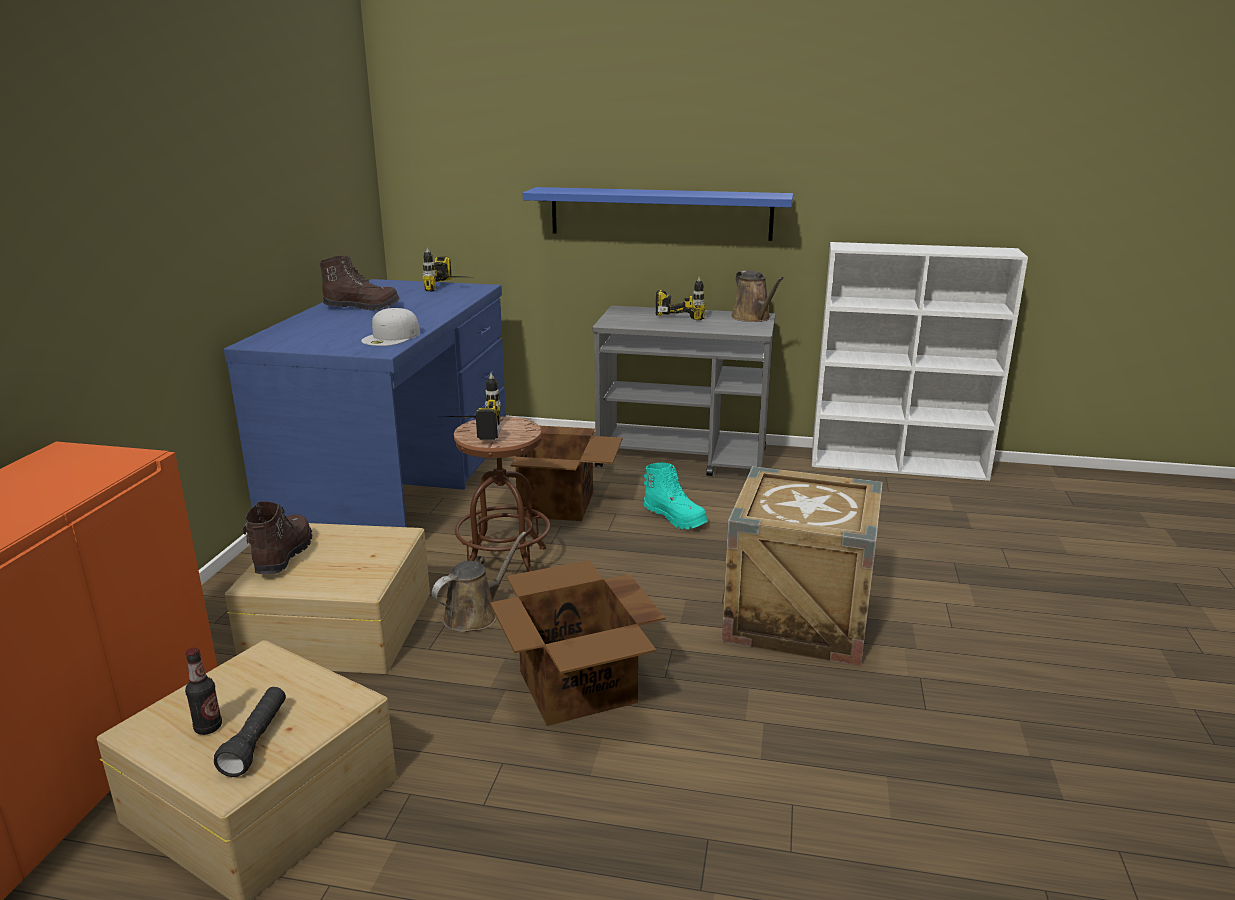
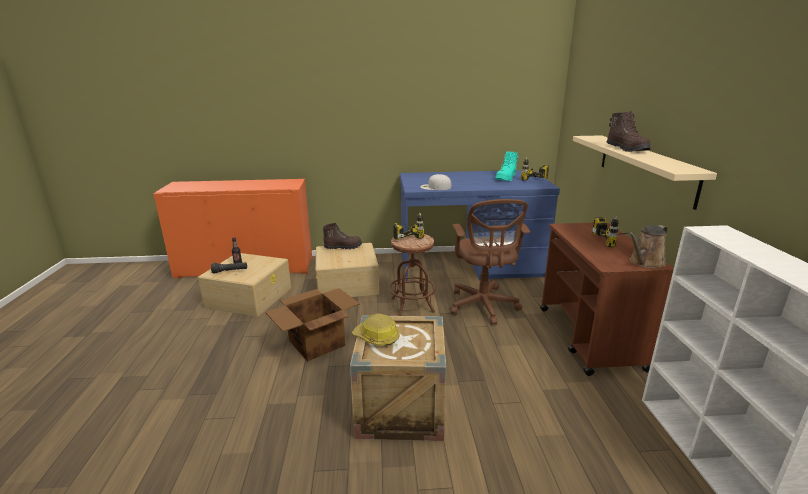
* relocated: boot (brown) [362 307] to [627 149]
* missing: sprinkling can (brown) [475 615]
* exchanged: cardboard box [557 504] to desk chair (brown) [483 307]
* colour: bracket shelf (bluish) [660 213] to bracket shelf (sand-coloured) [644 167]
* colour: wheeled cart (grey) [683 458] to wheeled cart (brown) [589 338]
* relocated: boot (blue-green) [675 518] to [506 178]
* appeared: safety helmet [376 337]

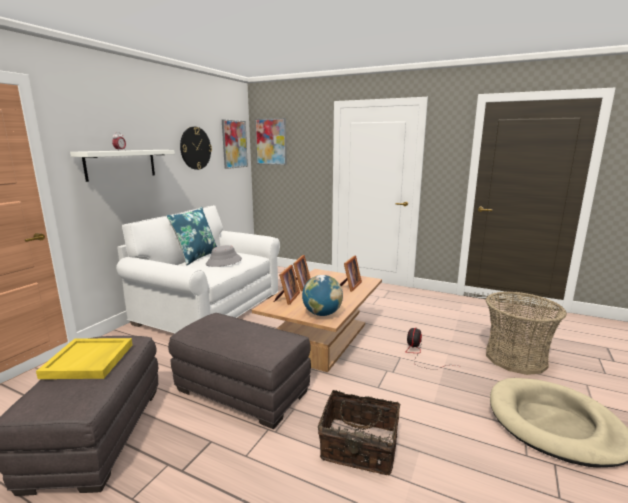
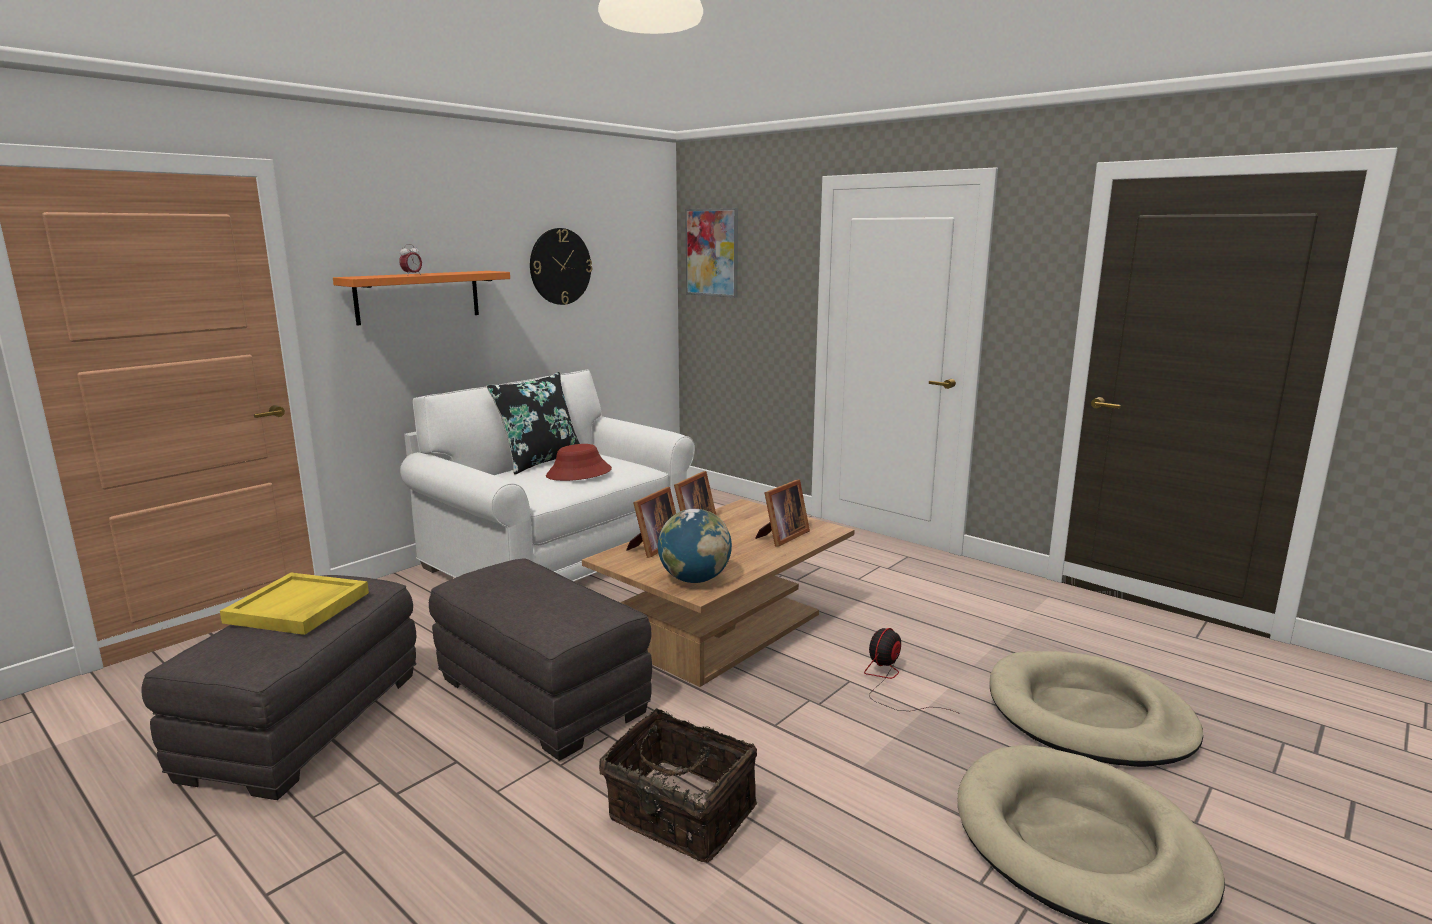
* colour: bracket shelf (white-coloured) [121 164] to bracket shelf (orangey) [418 296]
* colour: cushion (bluish) [196 257] to cushion (black-coloured) [540 461]
* colour: wearable hat (grey) [224 262] to wearable hat (reddish) [579 473]
* missing: wall picture [234 144]
* exchanged: basket [516 358] to dog cushion (sand-coloured) [1088 715]

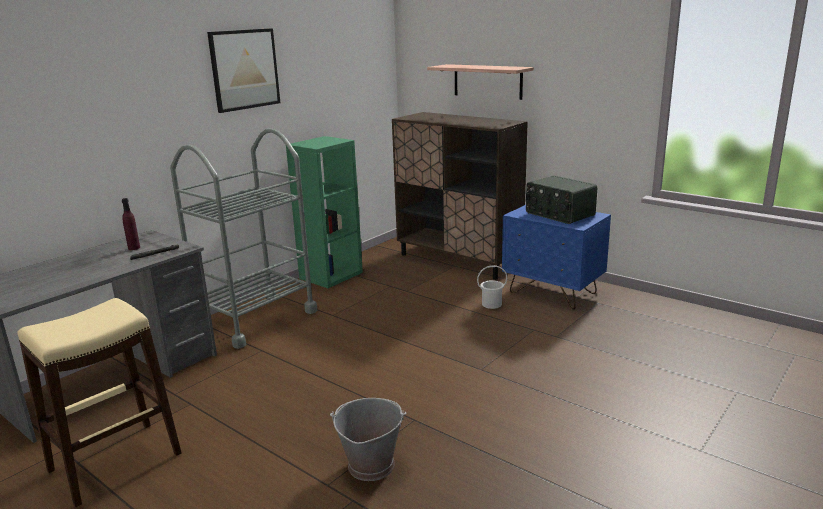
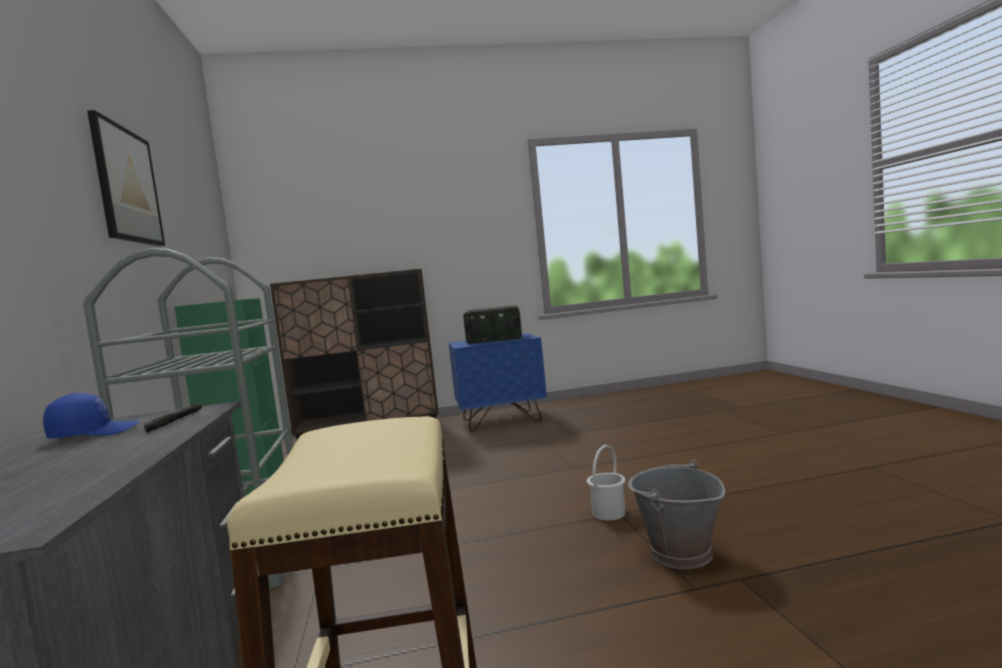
* exchanged: bottle (purplish) [134 248] to peaked cap (bluish) [94 433]
* missing: bracket shelf [487 81]
* relocated: water bucket (white-coloured) [491 304] to [608 513]

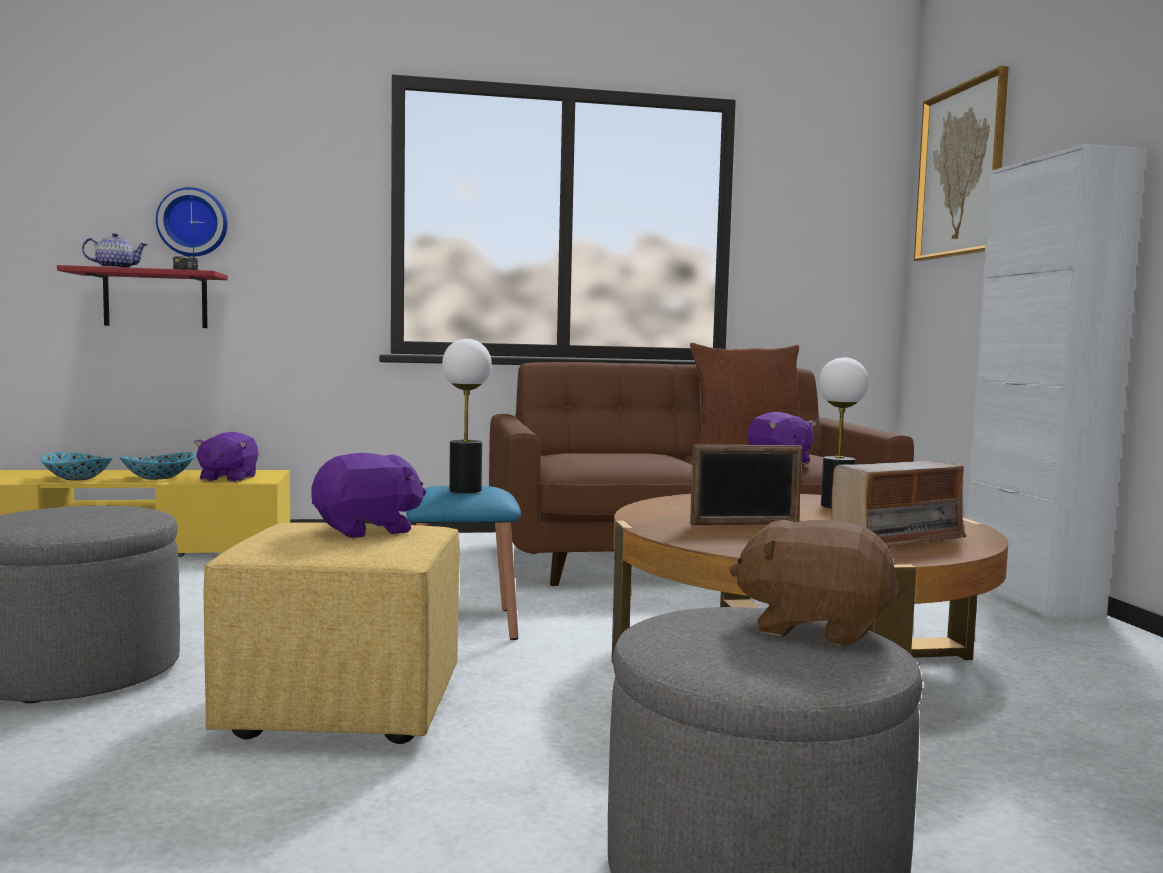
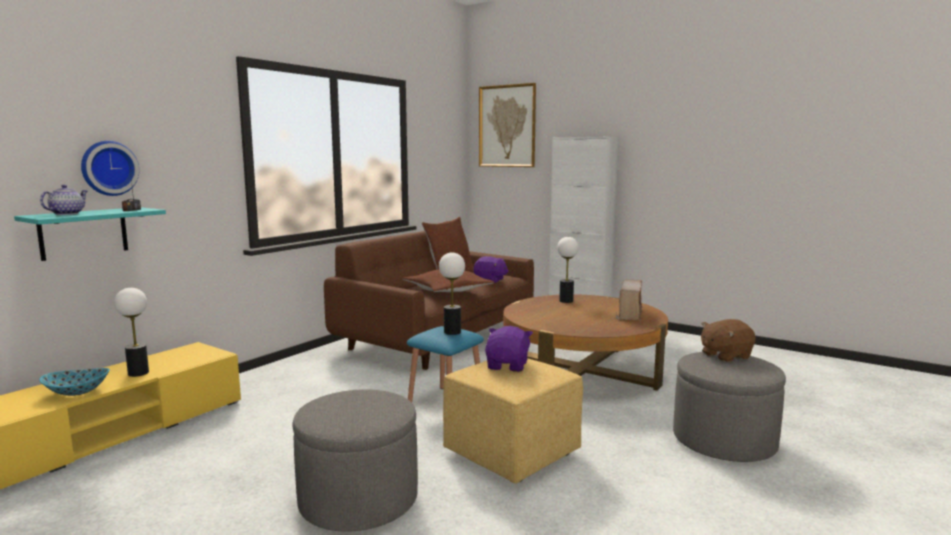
* colour: bracket shelf (reddish) [156 299] to bracket shelf (blue-green) [83 233]
* exchanged: serving bowl [157 478] to tabletop lamp [138 373]
* missing: plush toy (purplish) [227 478]
* missing: standing frame [745 524]
* appeared: cushion (brown) [447 290]

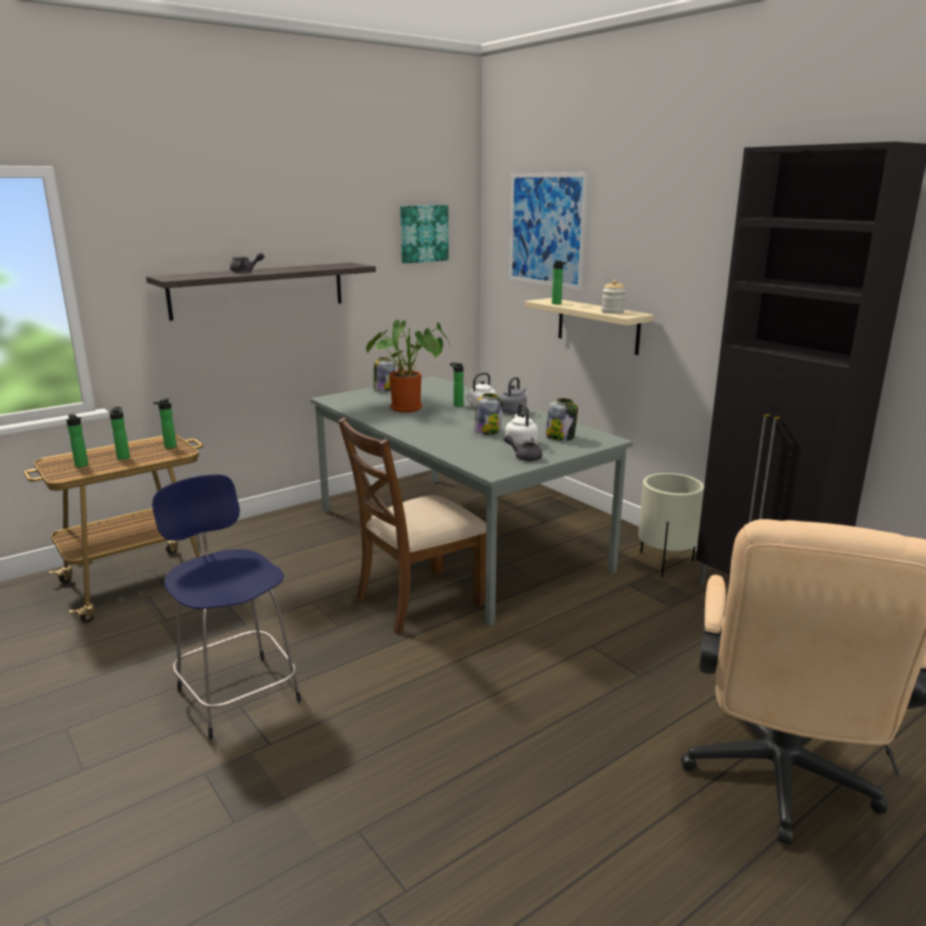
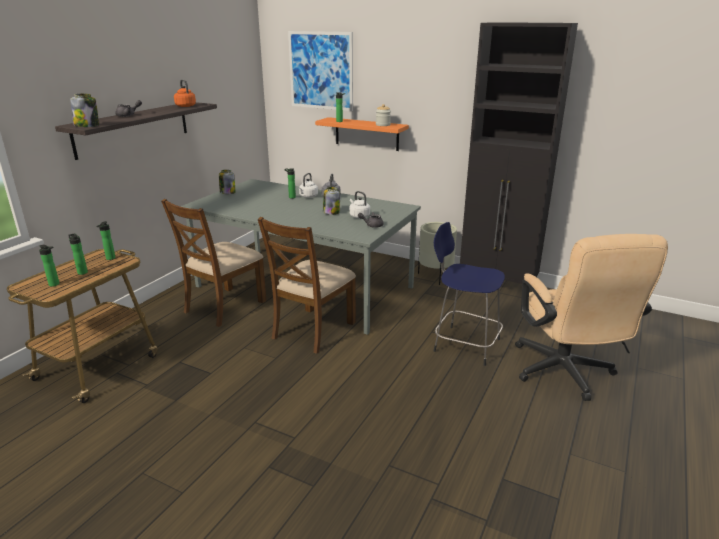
* relocated: stool (bluish) [237 693] to [464 344]
* missing: houseplant [410 408]
* missing: wall picture [423 233]
* colour: bracket shelf (sand-coloured) [598 325] to bracket shelf (orangey) [366 134]
* relocated: storage jar [560 437] to [87 125]
* appeared: plain chair (brown) [224 306]
* appeared: tea kettle (orangey) [185 106]

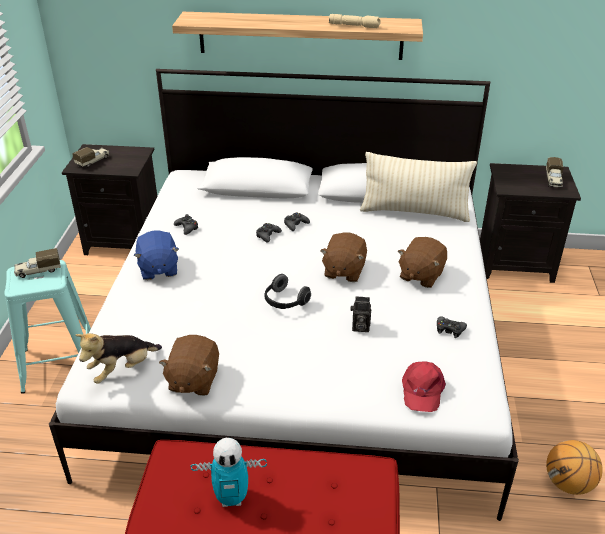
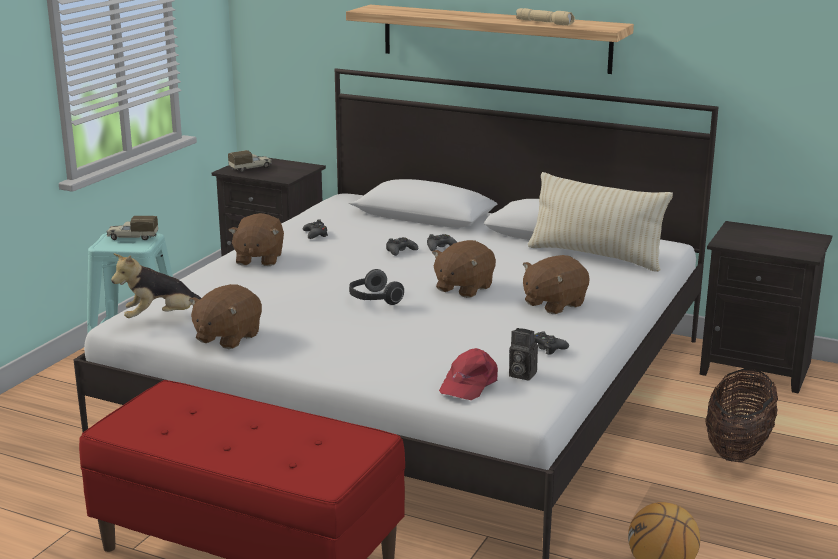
* colour: plush toy (bluish) [158 269] to plush toy (brown) [258 259]
* missing: robot figure [232 498]
* relocated: photo camera [359 327] to [520 374]
* missing: model truck [553 180]
* appeared: basket [737 449]

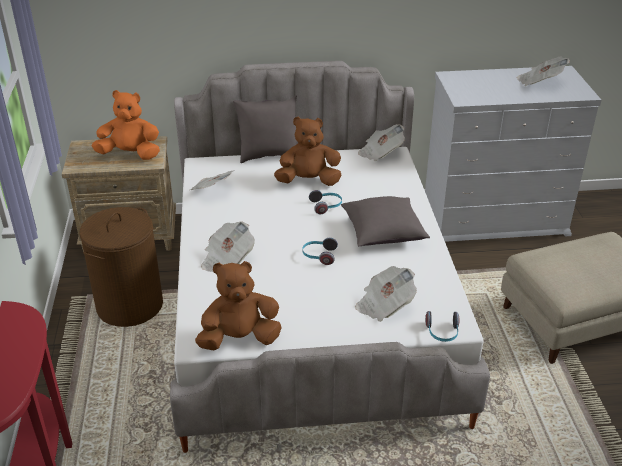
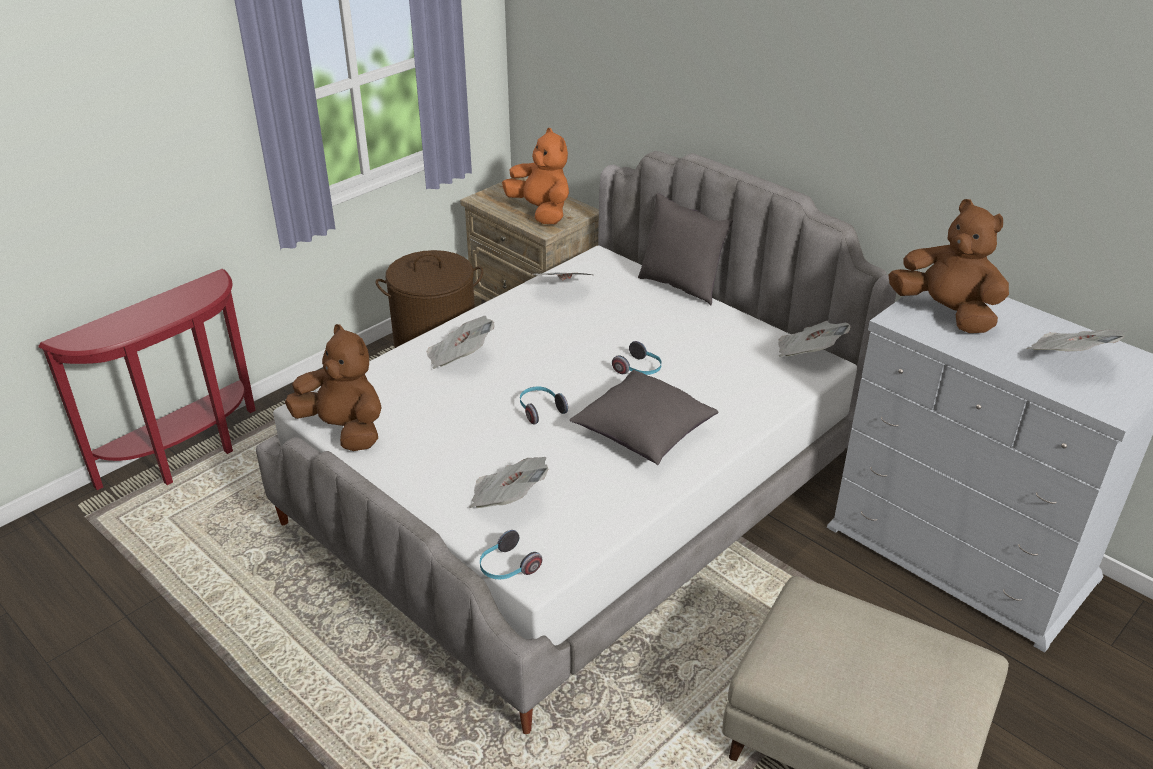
* relocated: plush toy (brown) [308 181] to [946 313]

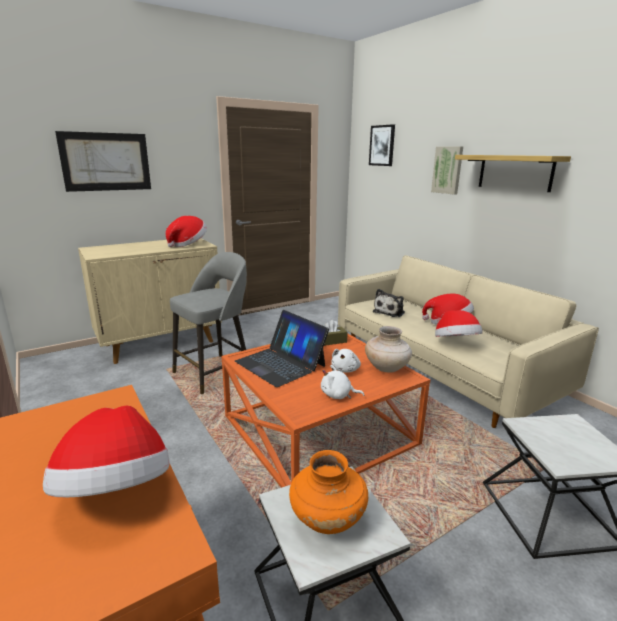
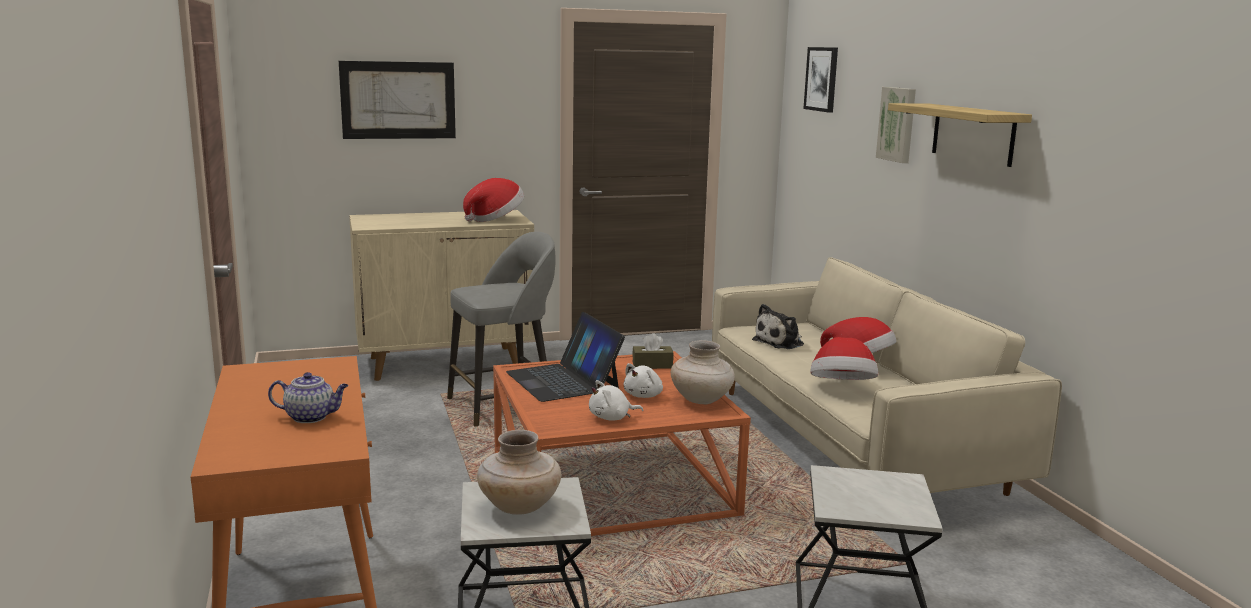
* exchanged: wearable hat [116 491] to pot for tea [311 417]
* colour: decorative vase (orangey) [327 519] to decorative vase (sand-coloured) [519 507]
* spun: plush toy (white-coloured) [338 395] = [612 418] 45 degrees counterclockwise

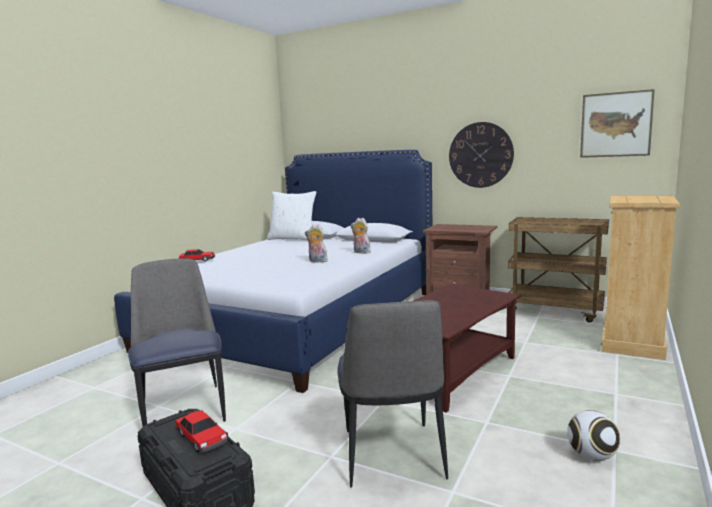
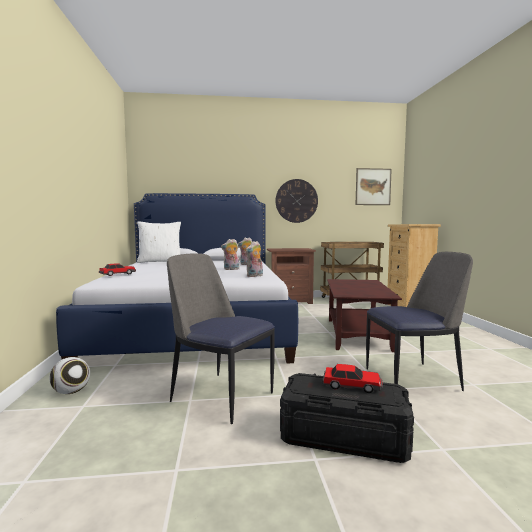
* spun: plain chair [392 456] = [414 378] 60 degrees counterclockwise
* relocated: football ball [591 456] to [71 392]
* appeared: plush toy [255 276]

